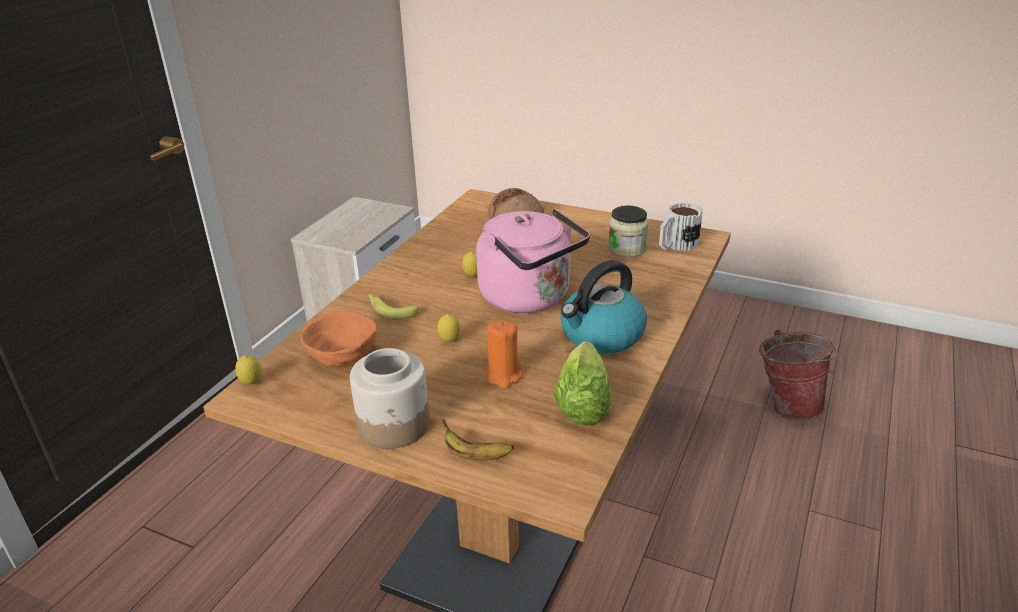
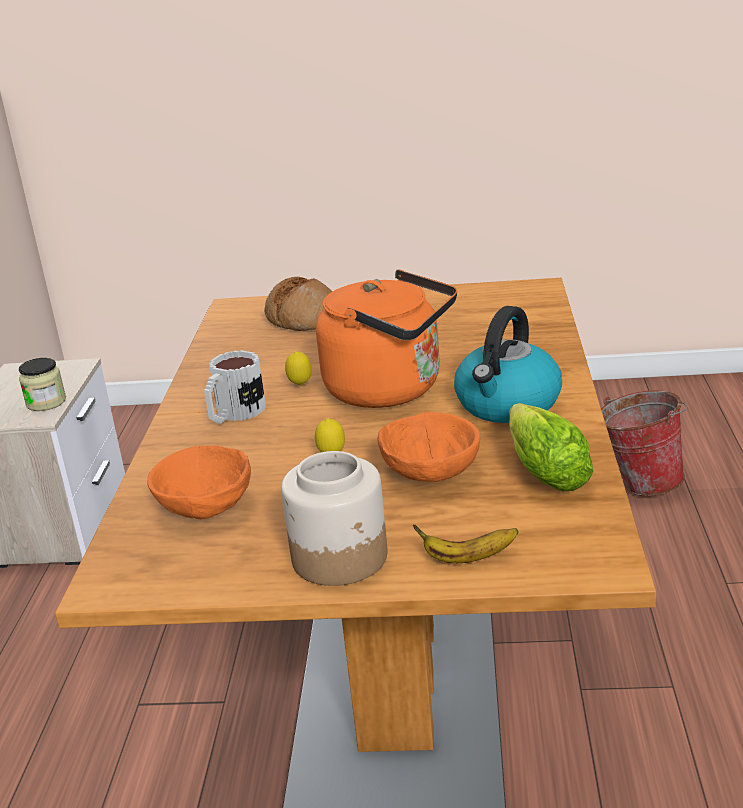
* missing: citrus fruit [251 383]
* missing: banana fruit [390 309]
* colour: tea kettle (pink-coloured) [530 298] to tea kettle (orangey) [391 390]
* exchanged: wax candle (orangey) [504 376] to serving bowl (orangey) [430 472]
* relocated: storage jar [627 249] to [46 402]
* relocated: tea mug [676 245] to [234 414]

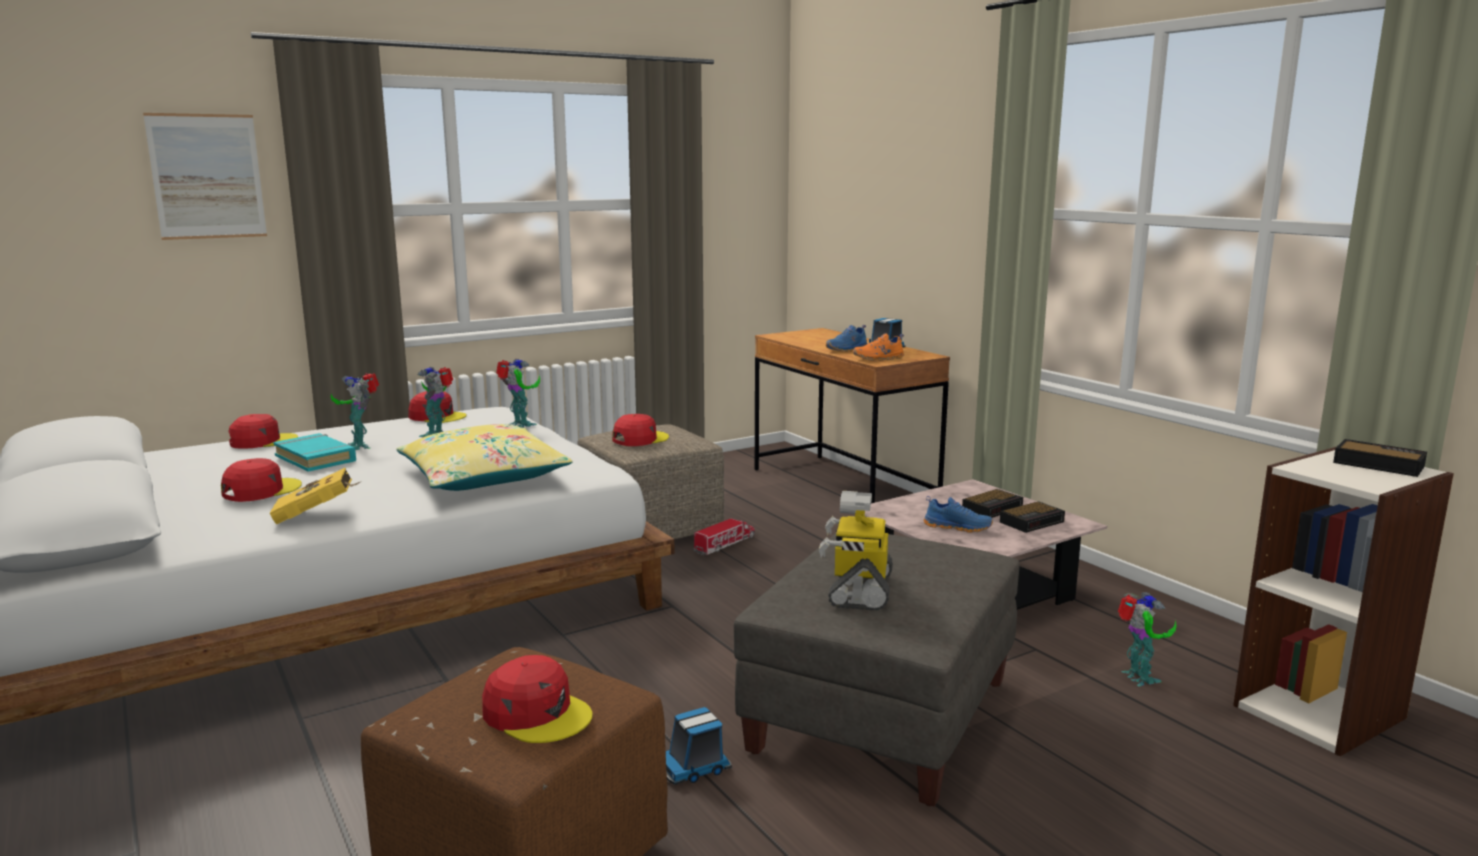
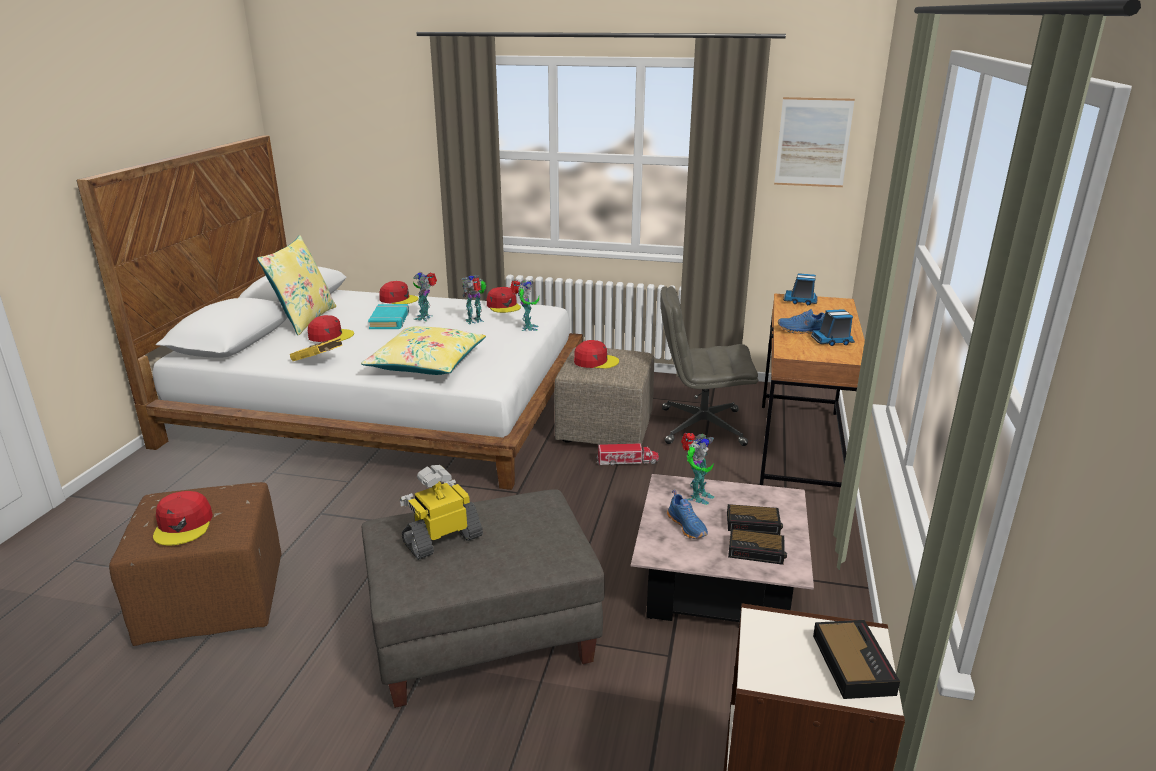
* relocated: wall picture [207 176] to [813 142]
* relocated: model truck [695 767] to [801 301]
* missing: shoe (orangey) [879 359]
* relocated: robot figure [1138 678] to [697 496]
* appeared: cushion (yellowish) [304 320]
* appeared: desk chair (grey) [701 427]

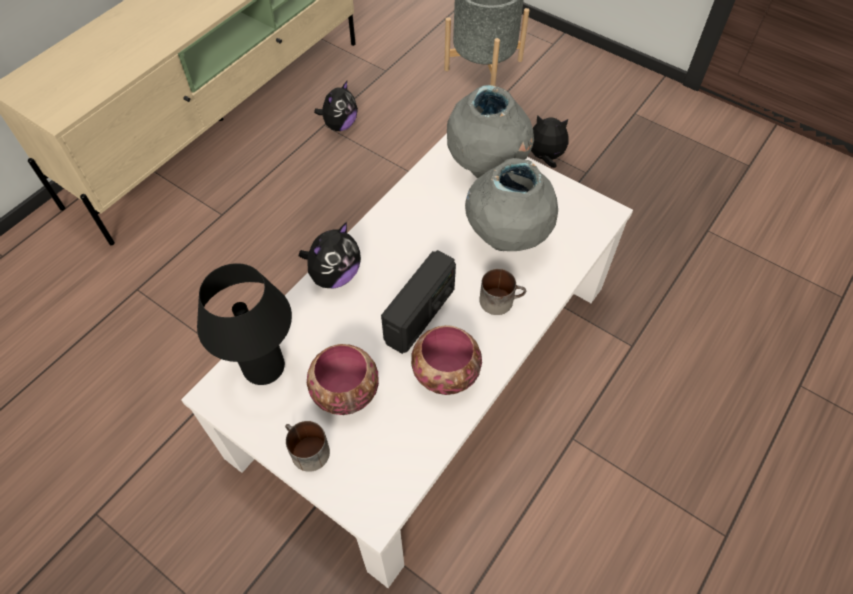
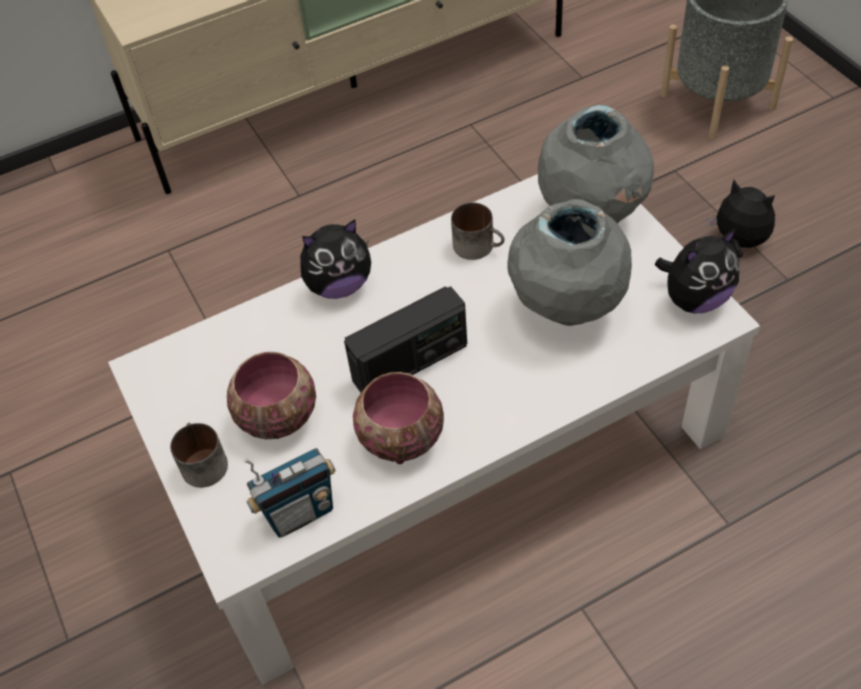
* missing: tabletop lamp (black-coloured) [264 367]
* relocated: plush toy [340 125] to [695 299]
* relocated: tea mug [500 299] to [479 245]
* appeared: radio receiver [300 513]

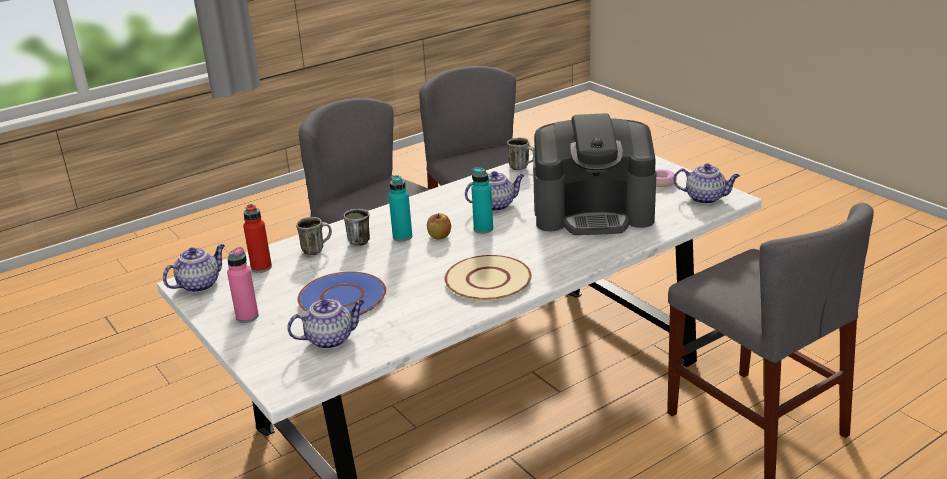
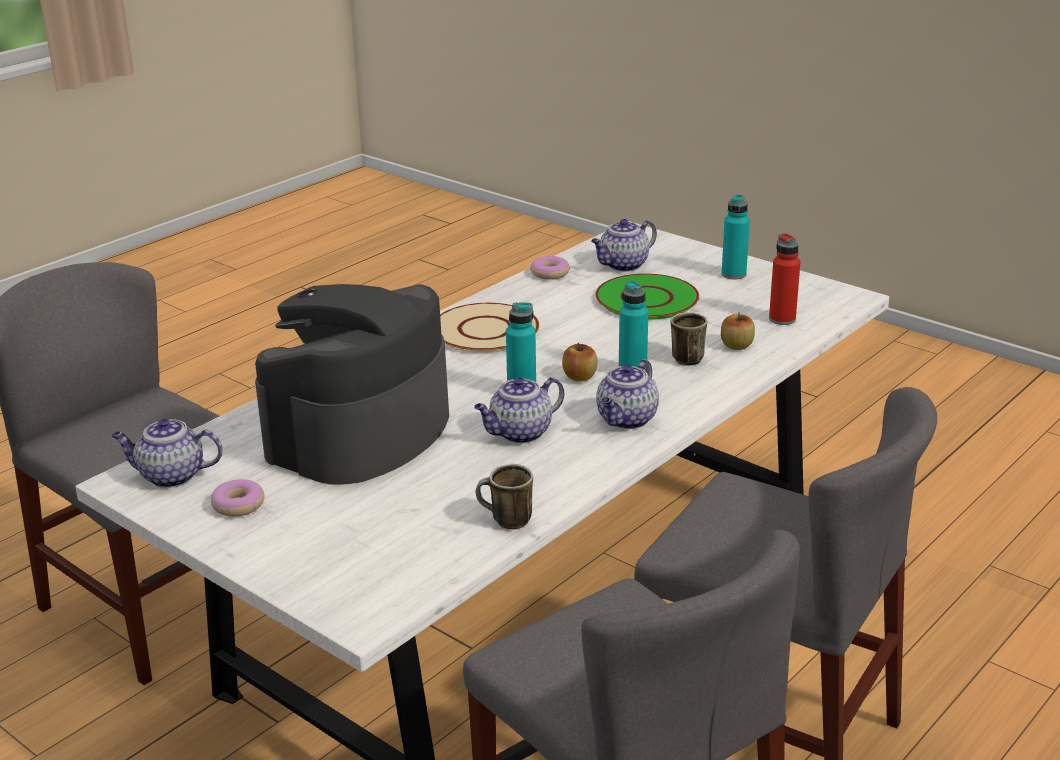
* relocated: pot for tea [200 284] to [627 420]
* colour: bottle (pink-coloured) [247 317] to bottle (blue-green) [733 274]
* exchanged: tea mug [316 249] to apple [736 346]
* colour: plate (bluish) [343 297] to plate (greenish) [646 299]
* spun: coffee machine [593 213] = [359 433] 45 degrees counterclockwise
* appeared: doughnut [550 273]

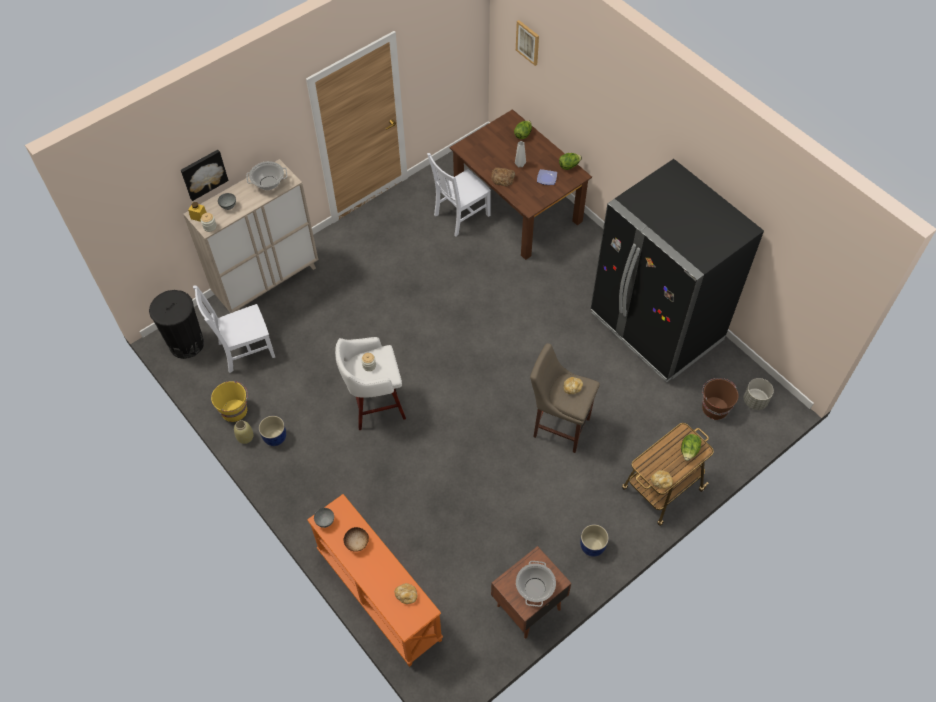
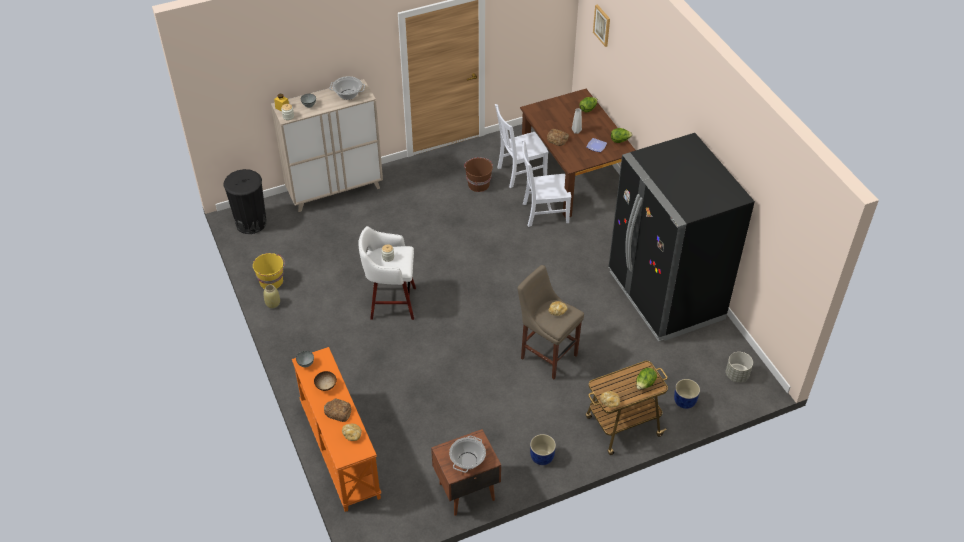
* missing: wall picture [203 174]
* relocated: plain chair (white-coloured) [244 350] to [543 213]
* relocated: planter (bluish) [275 437] to [684 401]
* relocated: water bucket (brown) [714 407] to [478 184]
* appeared: baked bread [338 412]

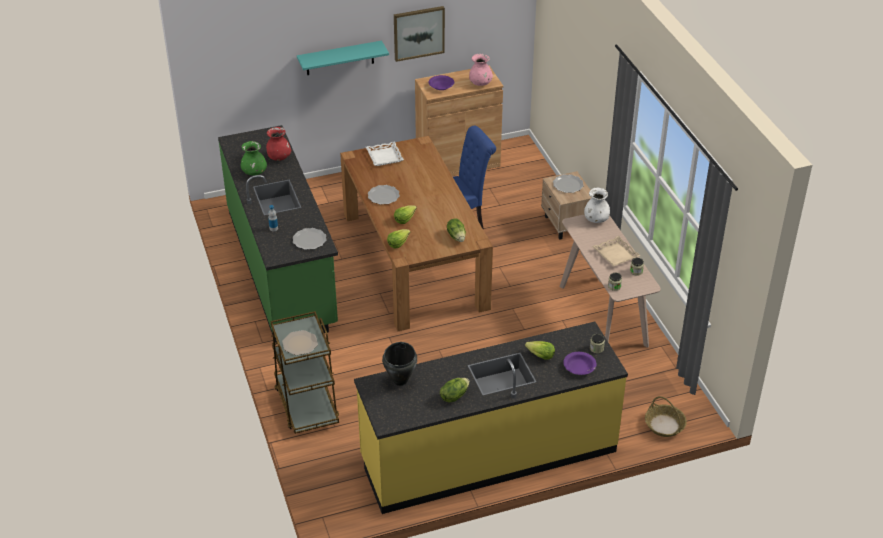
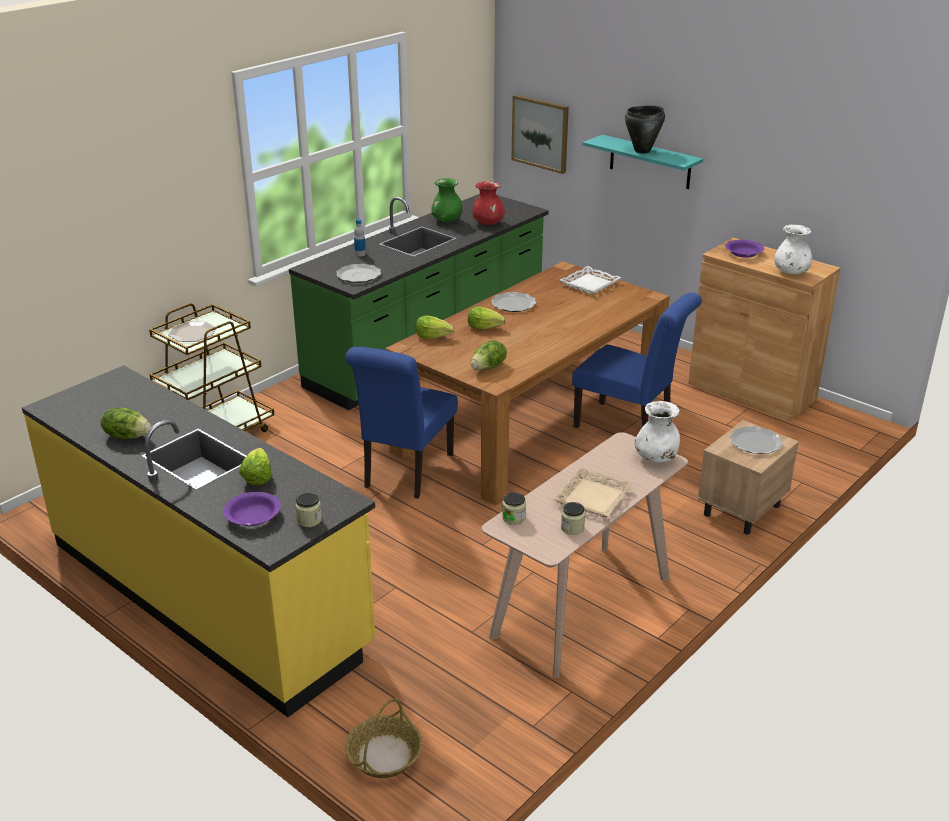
* relocated: stockpot (black-coloured) [400 380] to [642 151]
* relocated: wall picture [418 33] to [540 133]
* colour: decorative vase (pink-coloured) [480 83] to decorative vase (white-coloured) [791 272]
* appeared: plain chair (bluish) [405 473]

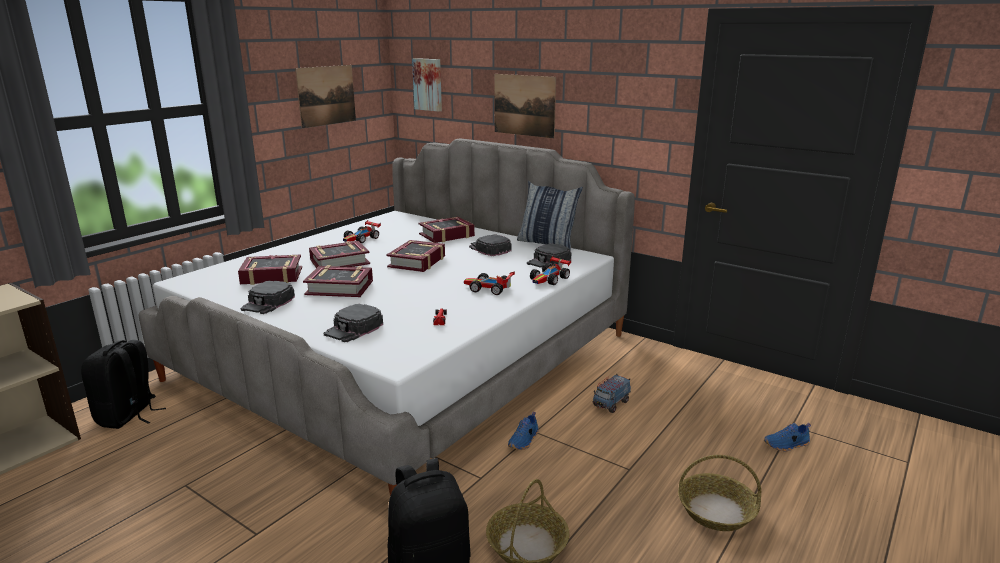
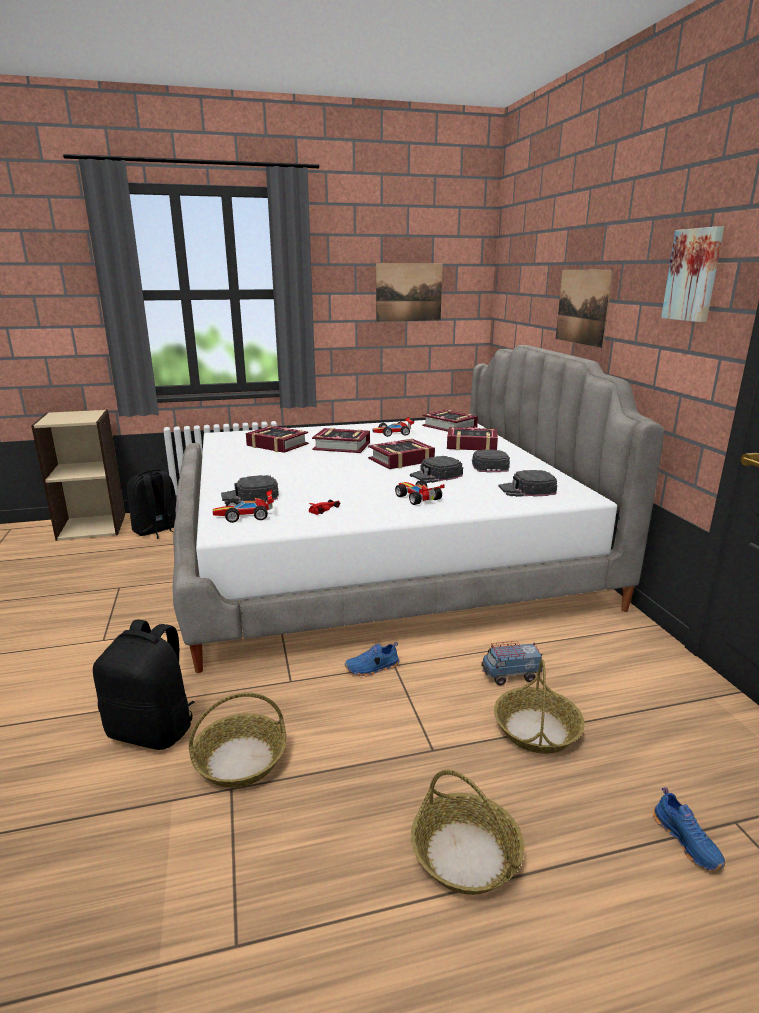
* relocated: peaked cap (black-coloured) [268 303] to [436 475]
* relocated: bound book [339 287] to [450 426]
* relocated: wall picture [428 84] to [694 275]
* missing: cushion [547 243]
* relocated: toy car [550 279] to [246 515]
* spun: shoe (bluish) [787 445] = [687 841] 135 degrees counterclockwise
* appeared: basket [537 730]

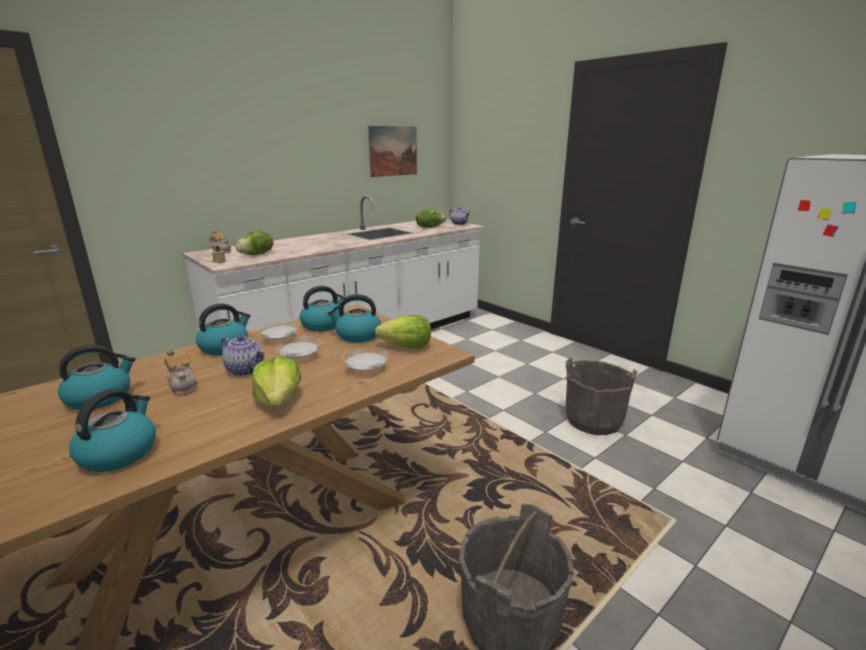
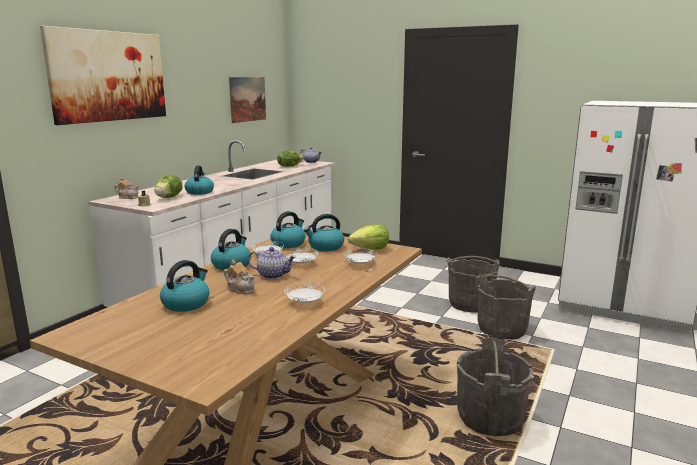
* relocated: tea kettle [119 453] to [199 192]
* missing: lettuce head [279 400]
* appeared: wall picture [108 76]
* appeared: plate (white-coloured) [304 302]
* appeared: water bucket (grey) [502 329]

